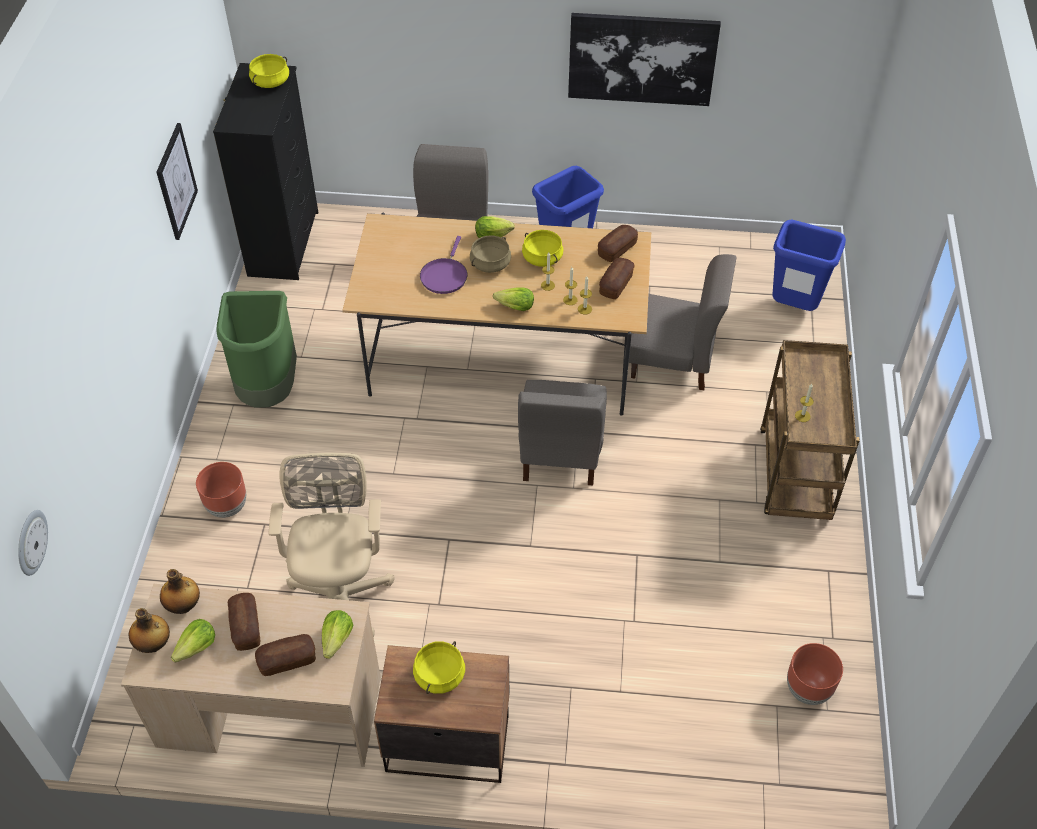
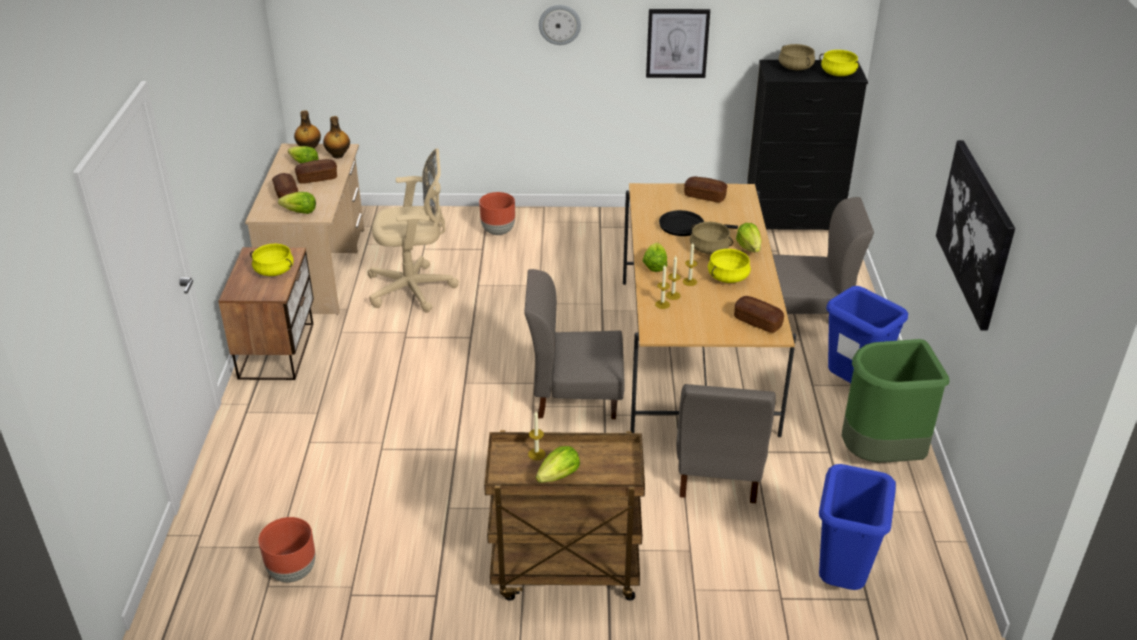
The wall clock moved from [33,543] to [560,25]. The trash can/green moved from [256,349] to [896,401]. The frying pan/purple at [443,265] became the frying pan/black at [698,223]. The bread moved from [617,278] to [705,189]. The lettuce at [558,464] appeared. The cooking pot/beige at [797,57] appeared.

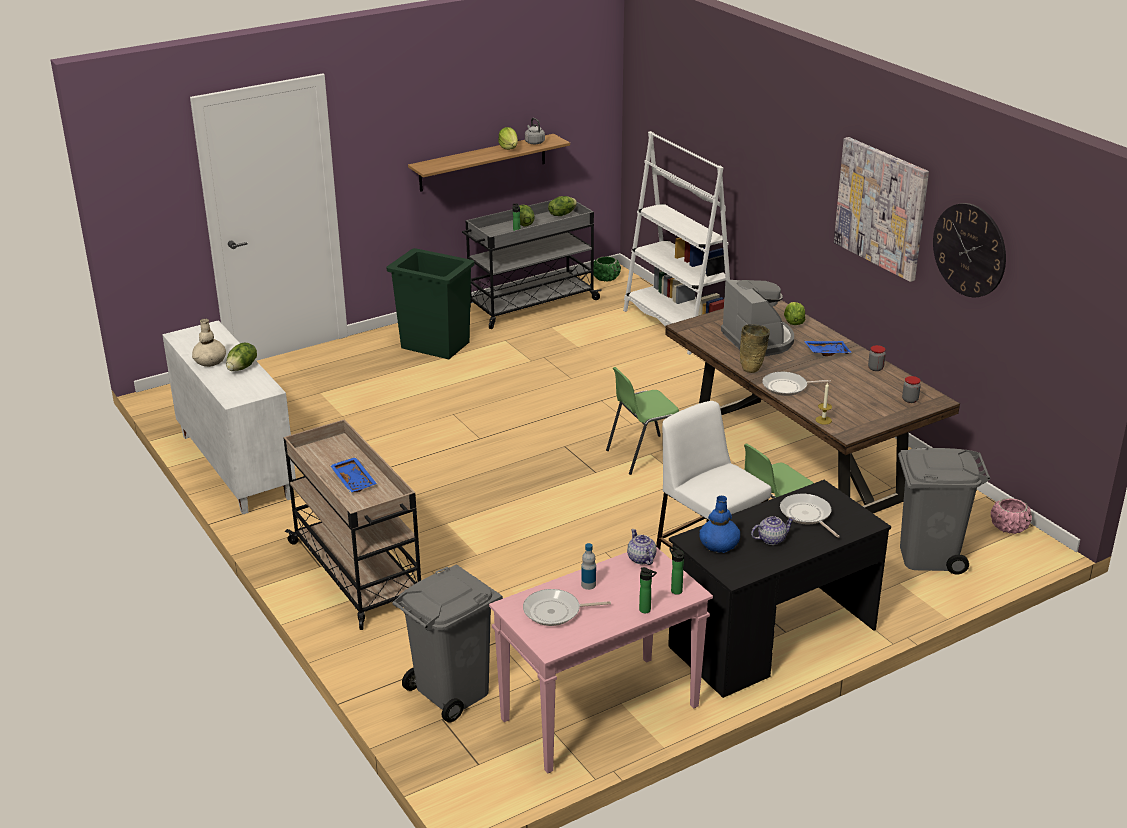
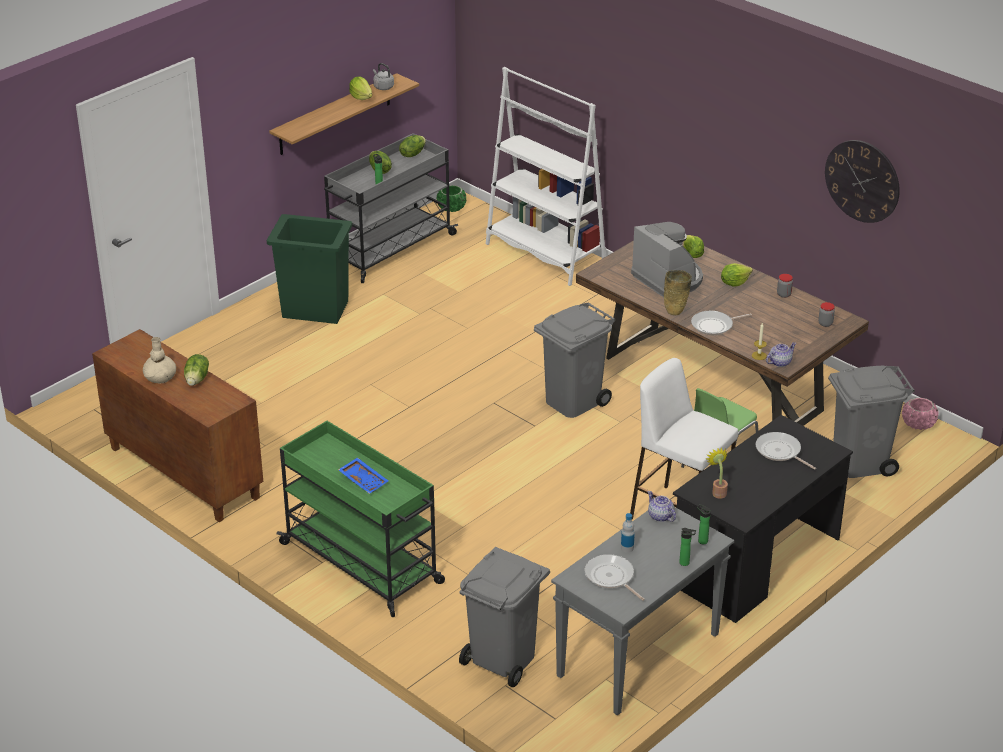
The cabinet/white at [229,417] became the cabinet/brown at [177,425]. The cart/beige at [352,524] became the cart/green at [361,519]. The console table/pink at [601,660] became the console table/grey at [642,611]. The frying pan at [567,607] turned 75 degrees clockwise. The chair/green at [642,421] was replaced by the trash can/grey at [574,360]. The vase/blue at [720,524] was replaced by the potted plant at [716,473]. The teapot moved from [773,530] to [781,354]. The tray/blue at [828,348] was replaced by the lettuce at [737,275]. The picture at [881,209] disappeared.

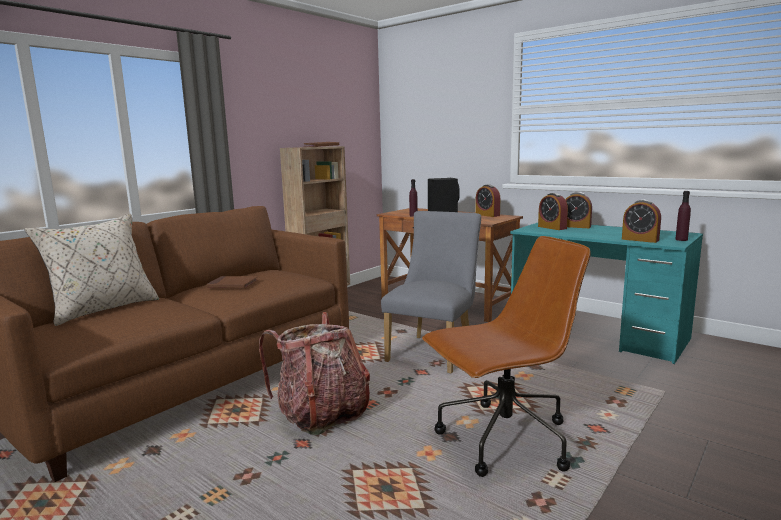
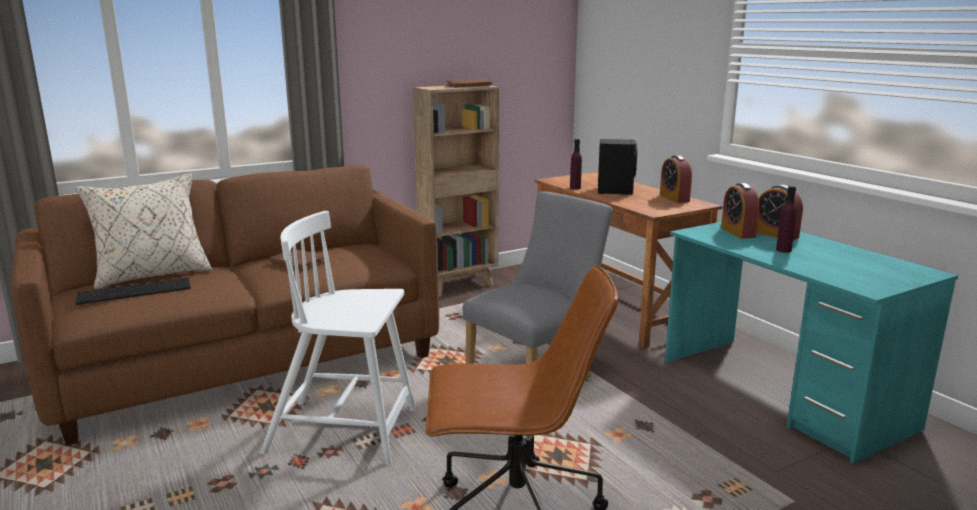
The backpack at [314,373] was replaced by the chair/white at [338,338]. The alarm clock at [641,221] disappeared. The bottle/purple moved from [683,216] to [786,219]. The keyboard at [133,291] appeared.

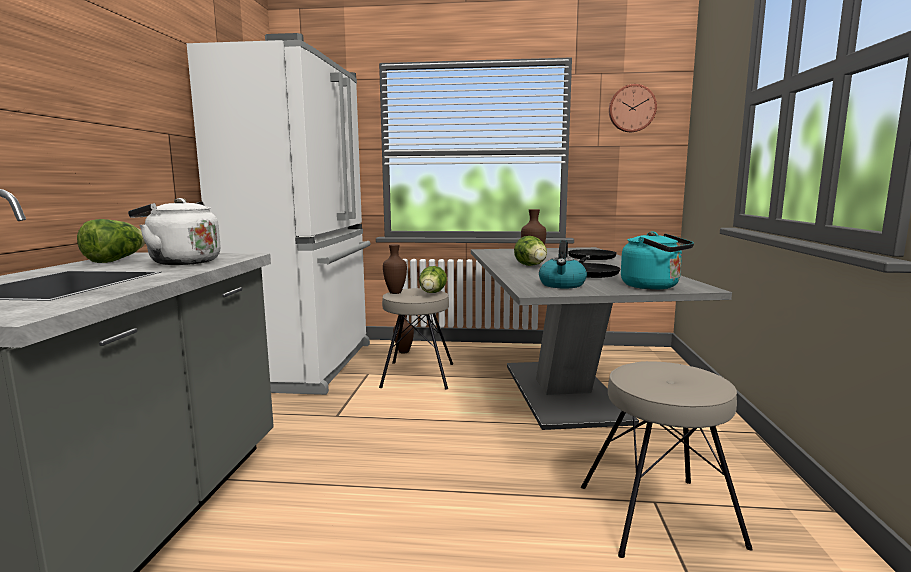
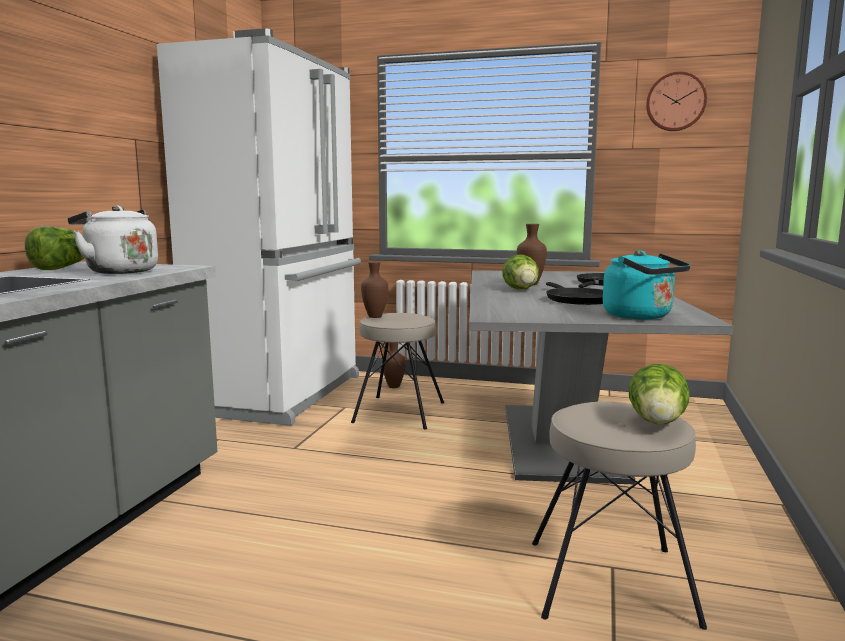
The lettuce moved from [433,279] to [659,394]. The kettle at [563,264] disappeared.

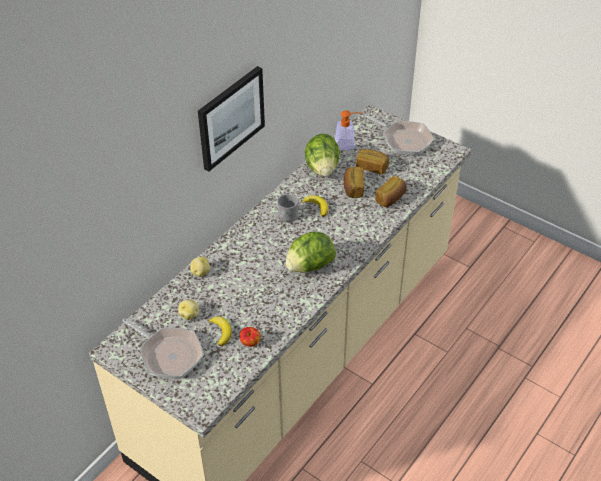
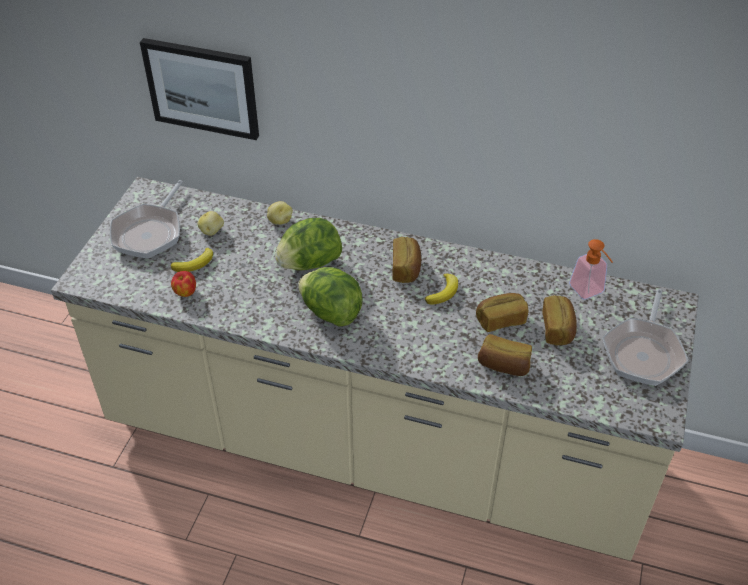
The picture moved from [231,119] to [199,89]. The mug/grey at [287,208] was replaced by the bread at [406,260]. The lettuce moved from [322,155] to [308,244].

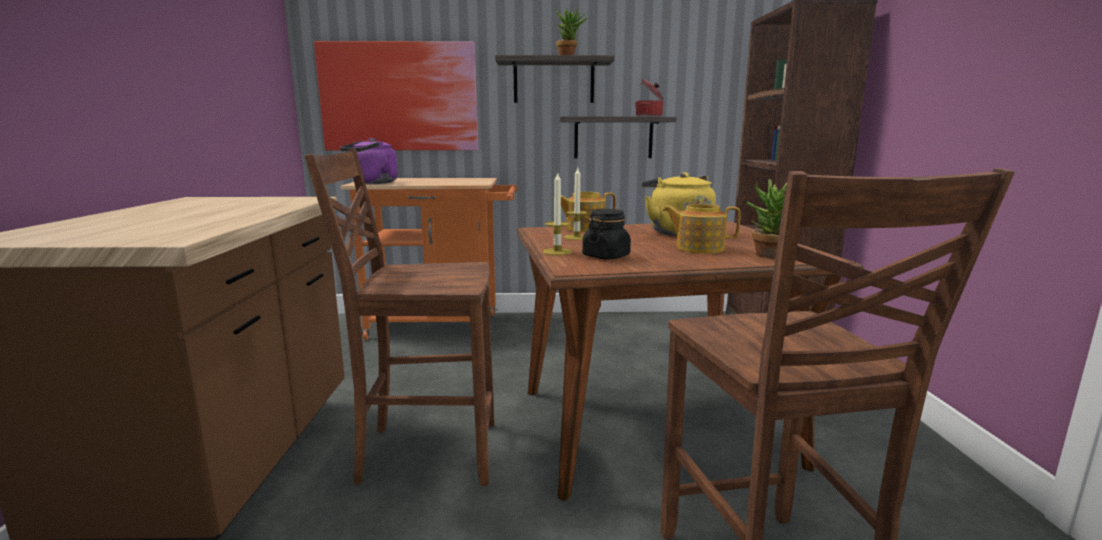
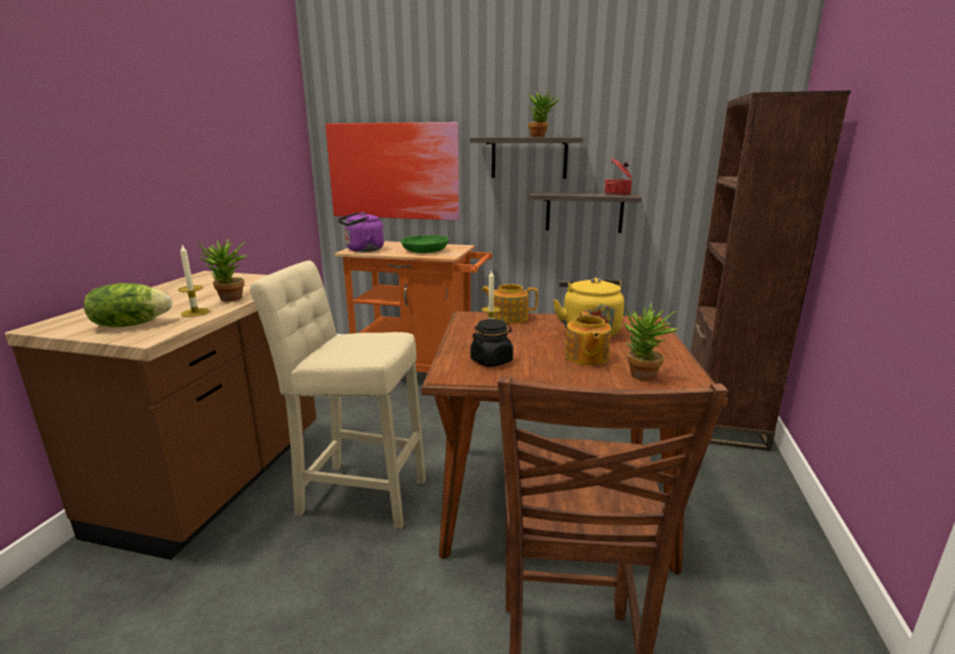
The chair/brown at [399,317] was replaced by the stool/beige at [338,394]. The candle moved from [557,213] to [194,281]. The teapot at [701,228] turned 120 degrees counterclockwise. The lettuce at [128,305] appeared. The potted plant at [223,270] appeared. The bowl/green at [425,244] appeared.

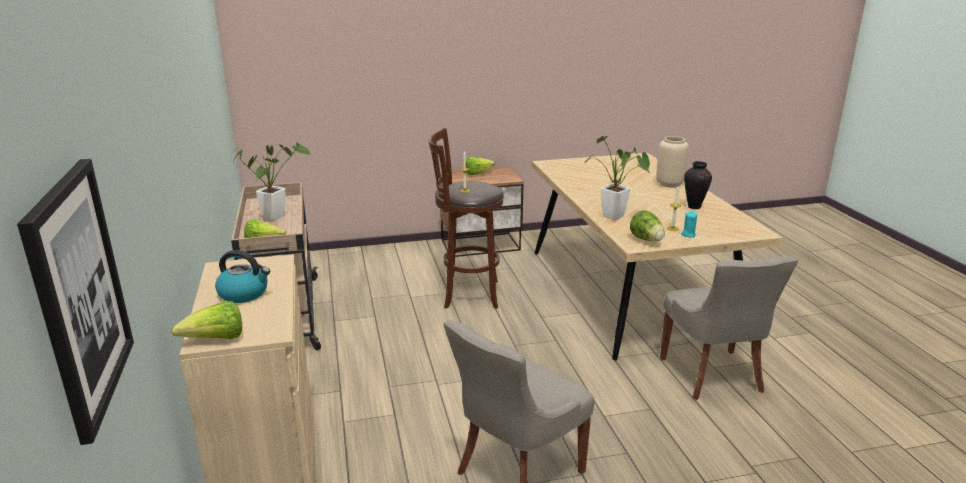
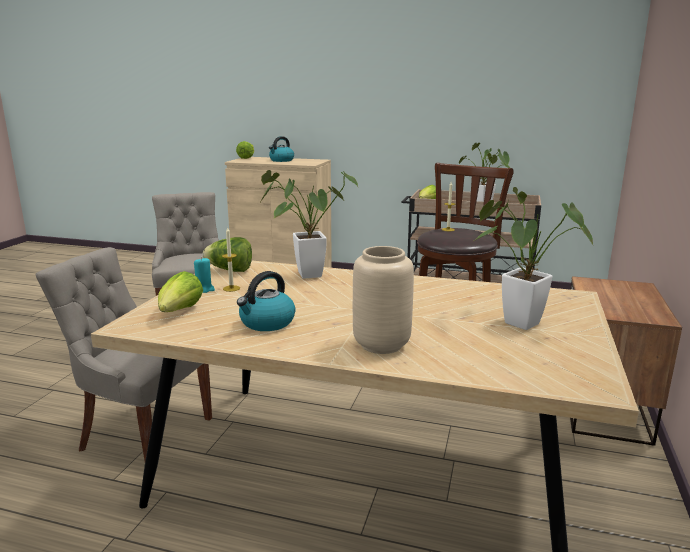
The picture at [75,302] disappeared. The lettuce moved from [480,166] to [180,291]. The vase at [698,185] was replaced by the kettle at [266,301]. The potted plant at [534,258] appeared.

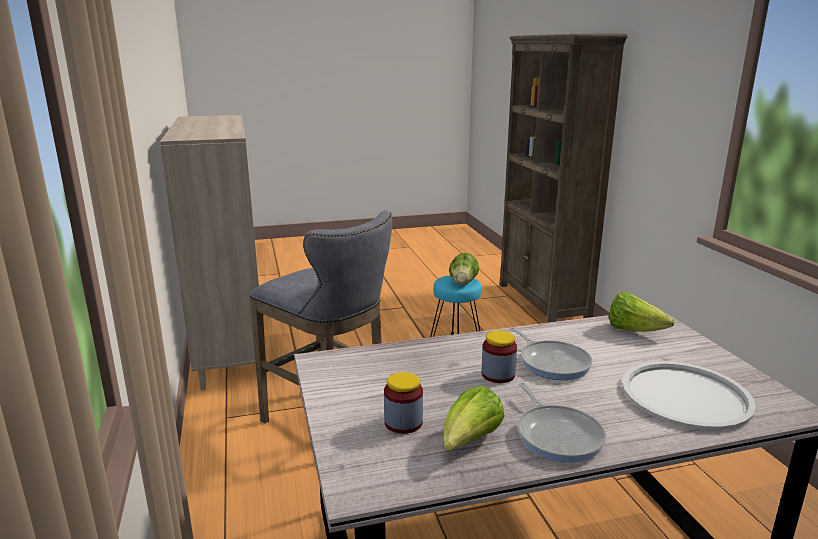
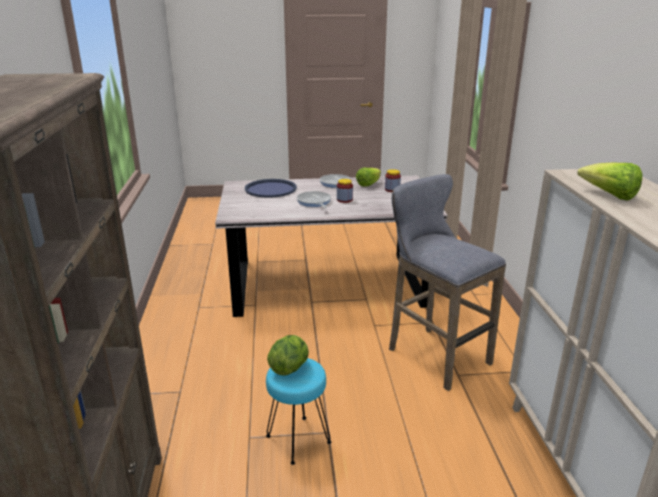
The lettuce moved from [642,312] to [609,181]. The tray/white at [689,395] became the tray/blue at [271,188].

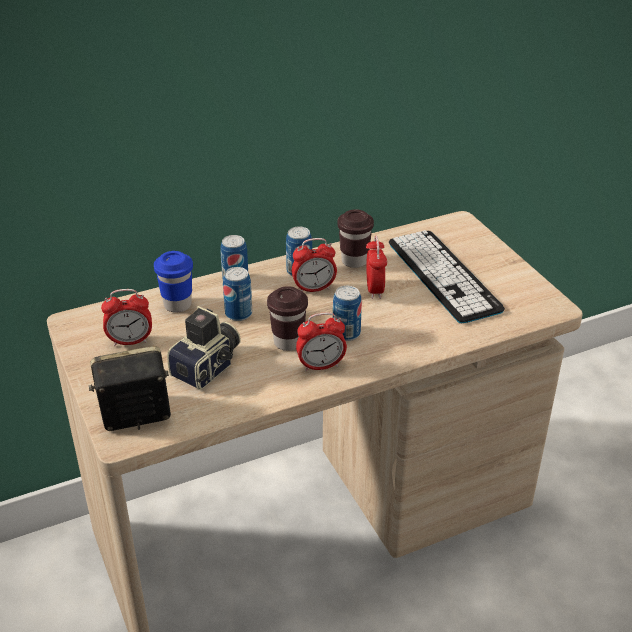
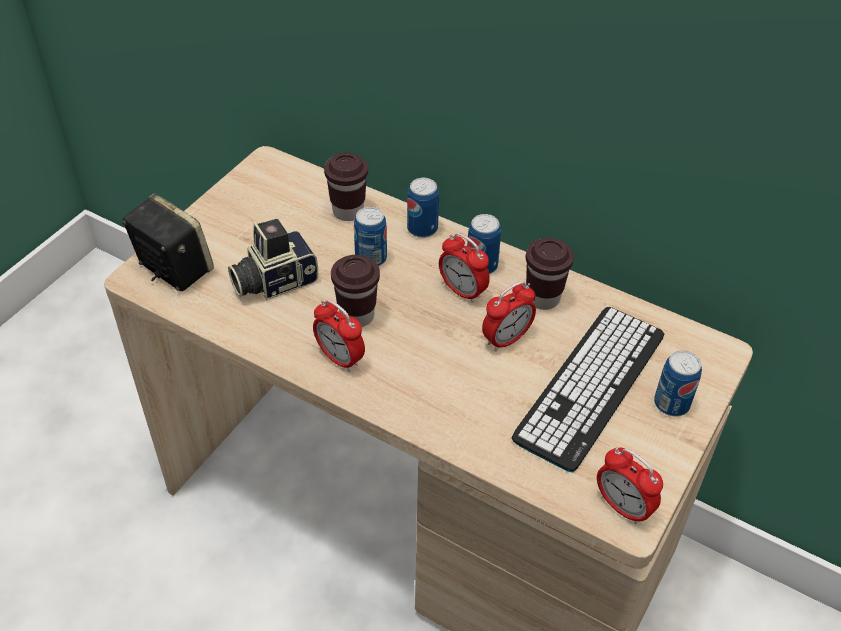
The alarm clock moved from [126,317] to [630,486]. The cup/blue at [173,281] became the cup/brown at [346,186]. The photo camera at [204,348] turned 150 degrees clockwise. The can moved from [347,313] to [678,383].

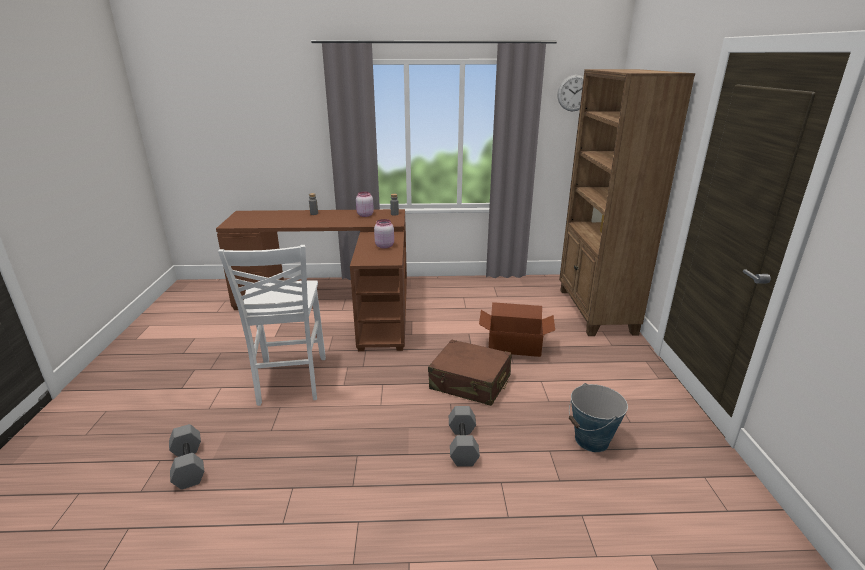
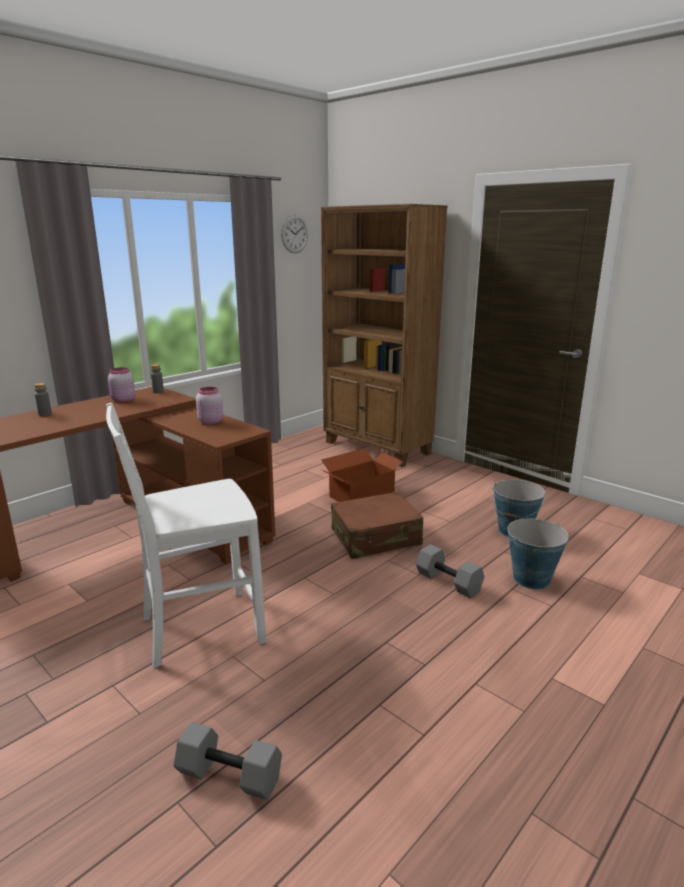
The chair/white at [272,325] turned 120 degrees clockwise. The bucket at [537,554] appeared.

